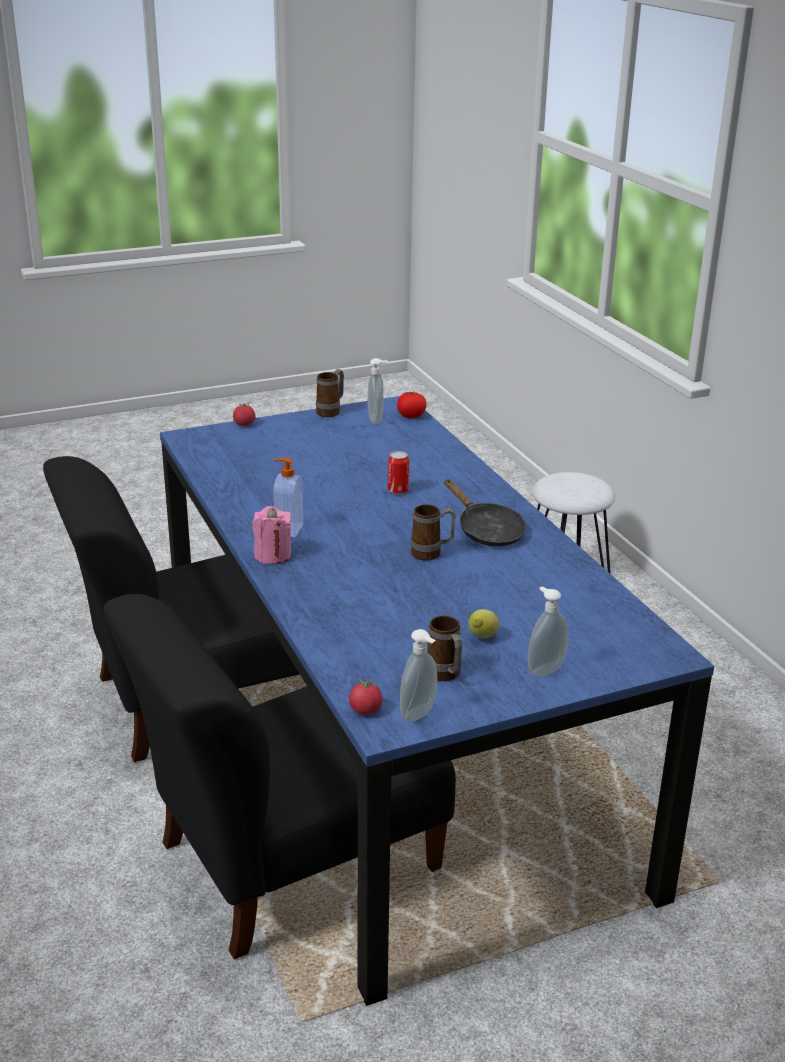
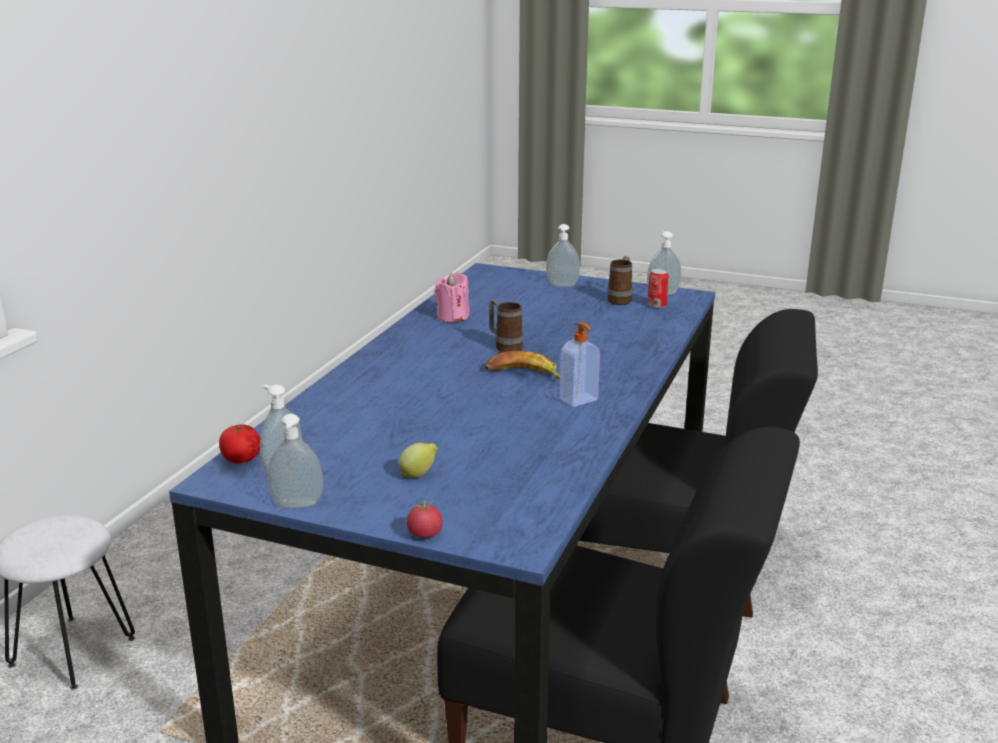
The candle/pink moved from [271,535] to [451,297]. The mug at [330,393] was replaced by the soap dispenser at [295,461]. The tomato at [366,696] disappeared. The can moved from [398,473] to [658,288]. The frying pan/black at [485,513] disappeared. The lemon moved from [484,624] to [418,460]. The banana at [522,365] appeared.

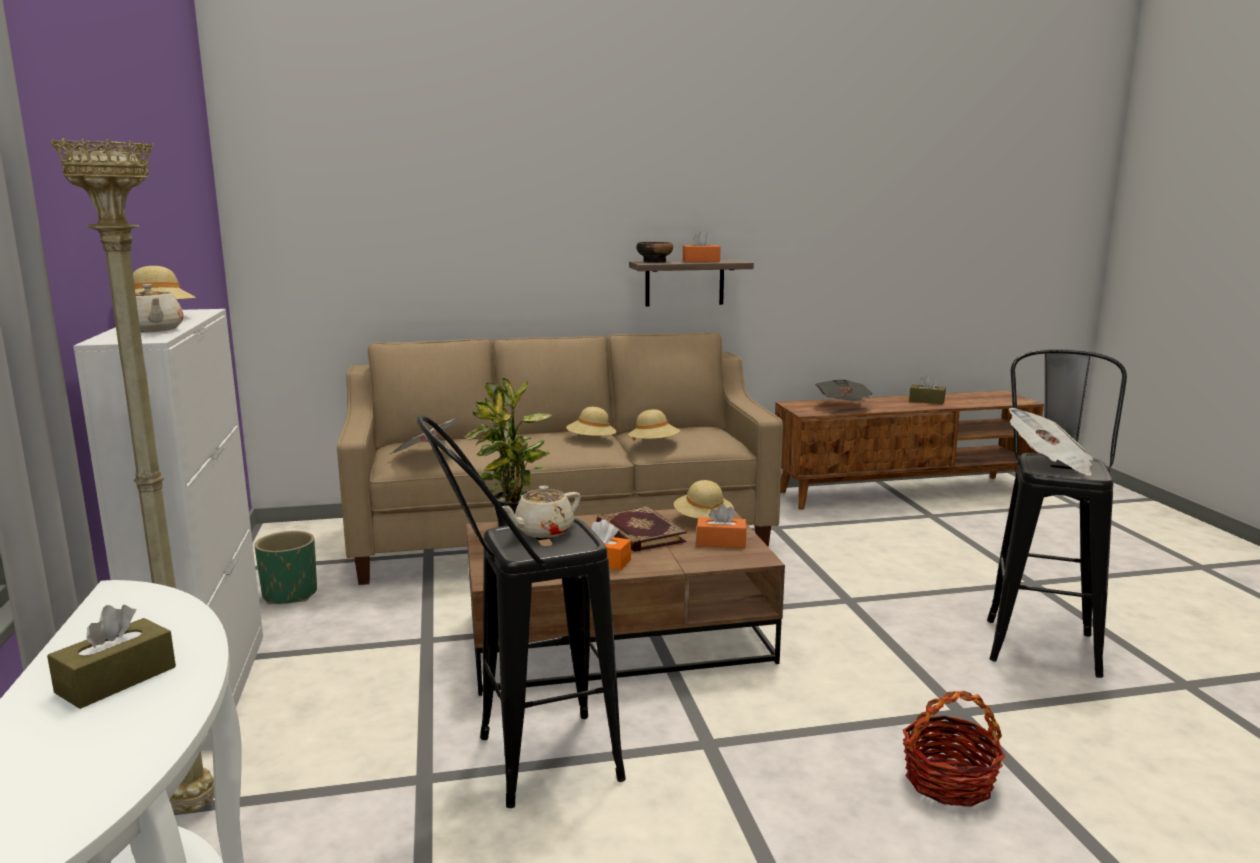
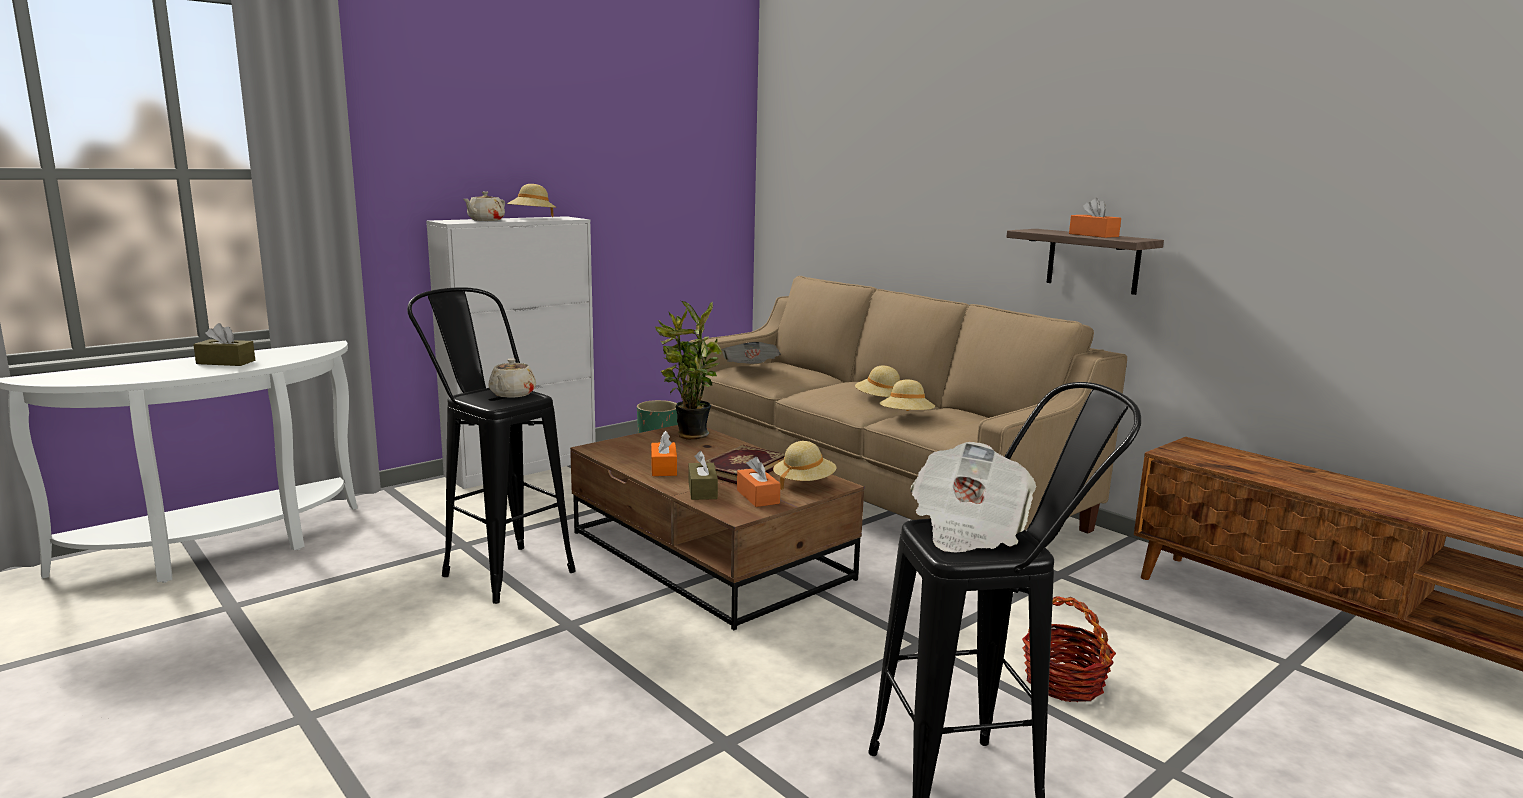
The floor lamp/beige at [132,476] disappeared. The teapot/beige at [541,512] turned 105 degrees counterclockwise. The bowl at [654,252] disappeared. The newspaper at [844,390] disappeared. The basket moved from [954,749] to [1069,649]. The tissue box/brown moved from [927,389] to [703,475].

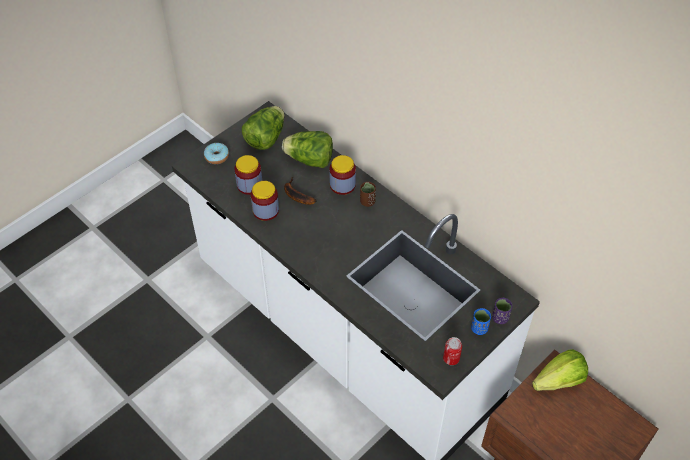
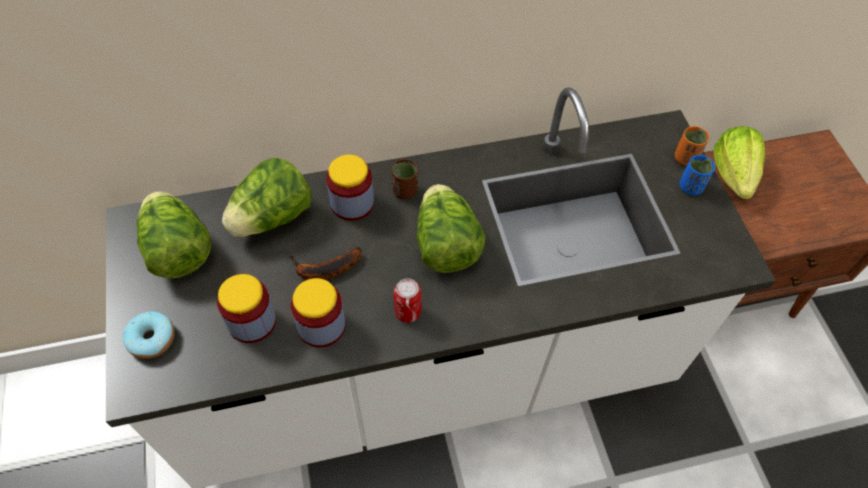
The can moved from [452,351] to [407,300]. The cup/purple at [502,311] became the cup/orange at [692,146]. The lettuce at [451,228] appeared.

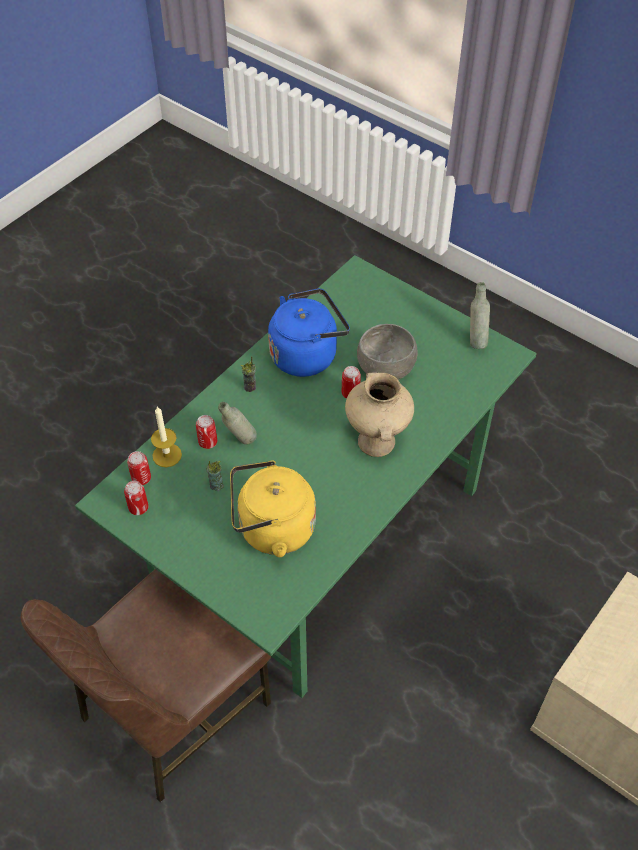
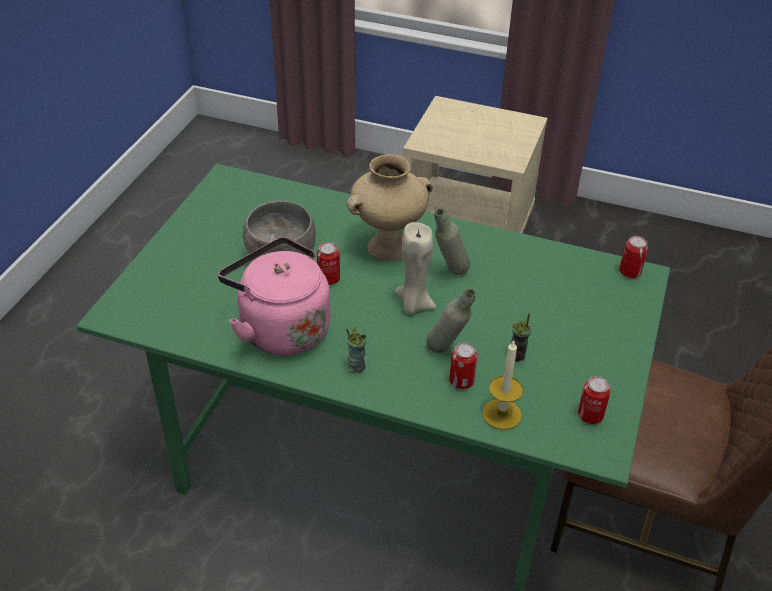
The can moved from [139,468] to [633,257]. The kettle/yellow at [273,508] disappeared. The kettle/blue at [309,332] became the kettle/pink at [274,296]. The bottle/grey moved from [480,315] to [452,242]. The candle/beige at [415,268] appeared.

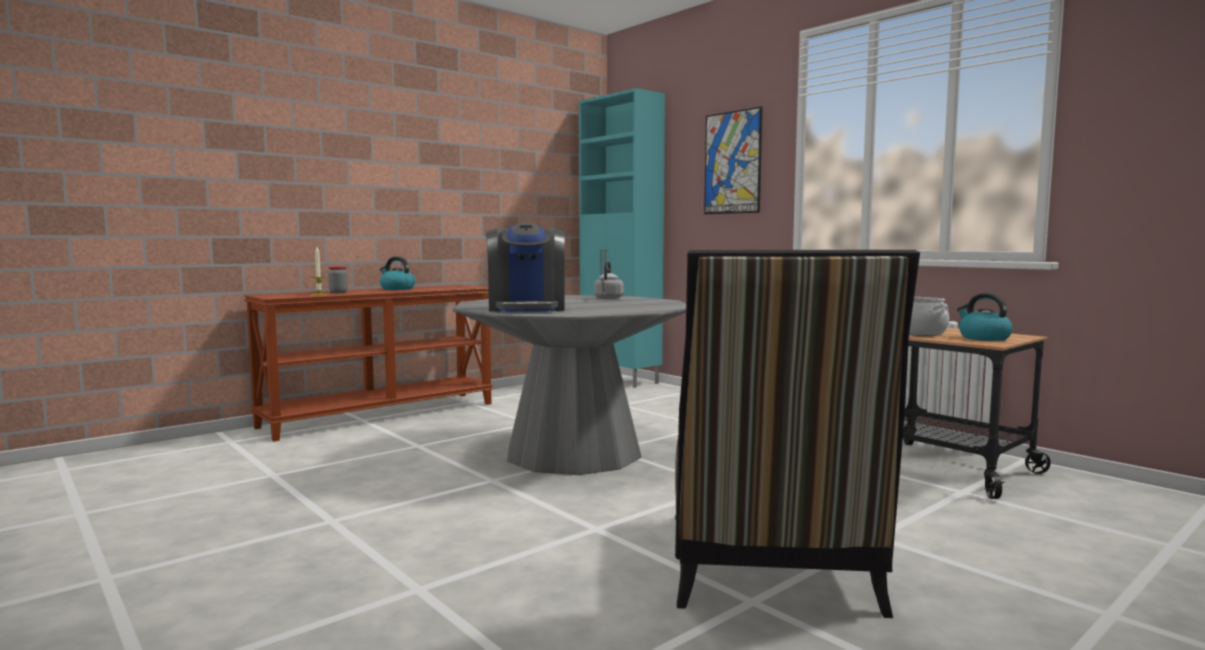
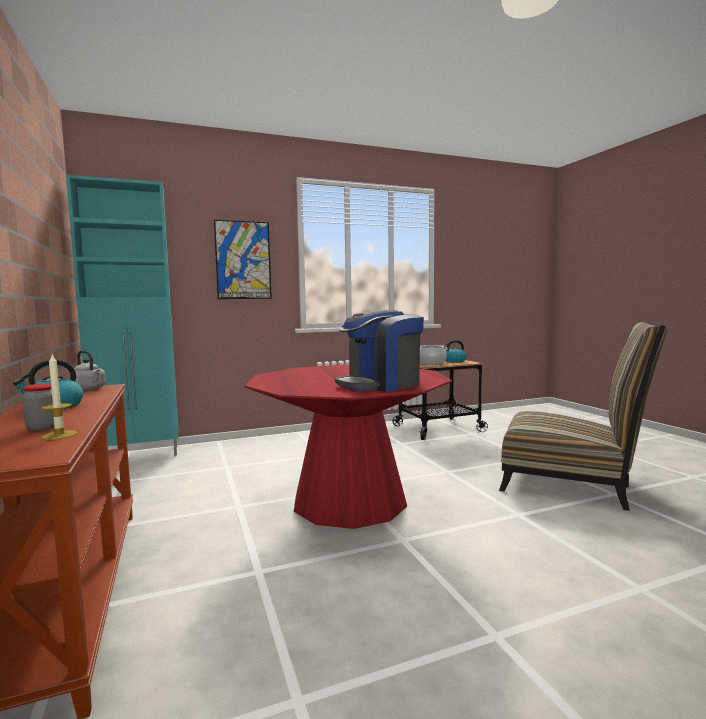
The dining table/grey at [569,385] became the dining table/red at [348,447]. The coffee machine at [525,267] turned 135 degrees clockwise. The kettle/grey moved from [609,280] to [87,370].

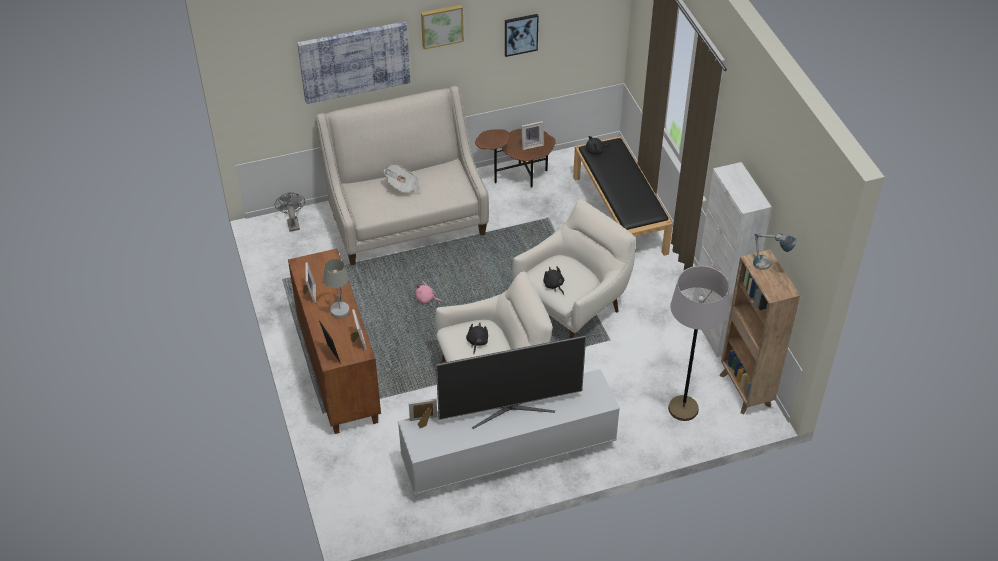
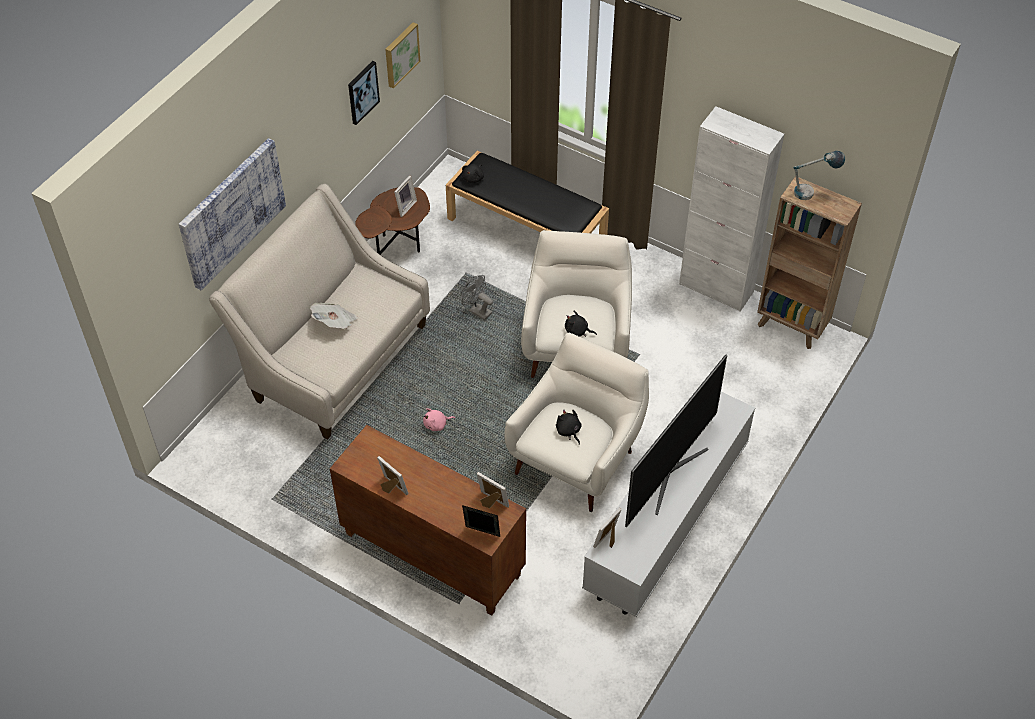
The fan/grey moved from [290,212] to [477,297]. The table lamp/grey at [335,288] disappeared. The picture moved from [442,27] to [402,55]. The floor lamp/grey at [698,343] disappeared.

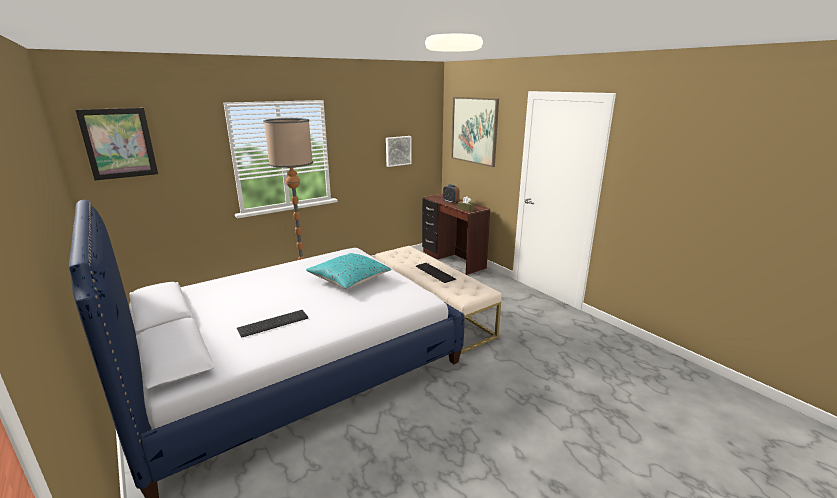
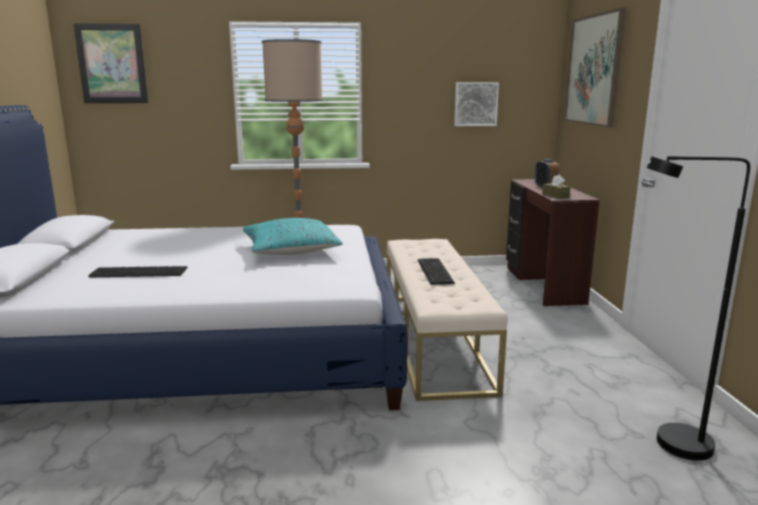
The floor lamp/black at [698,308] appeared.

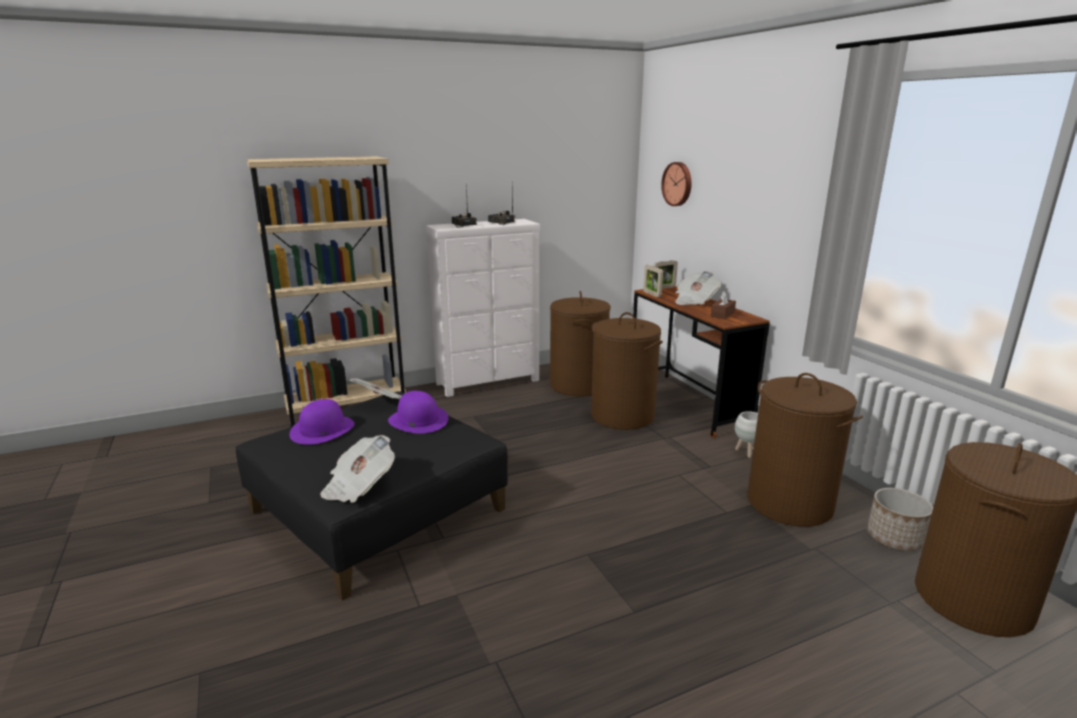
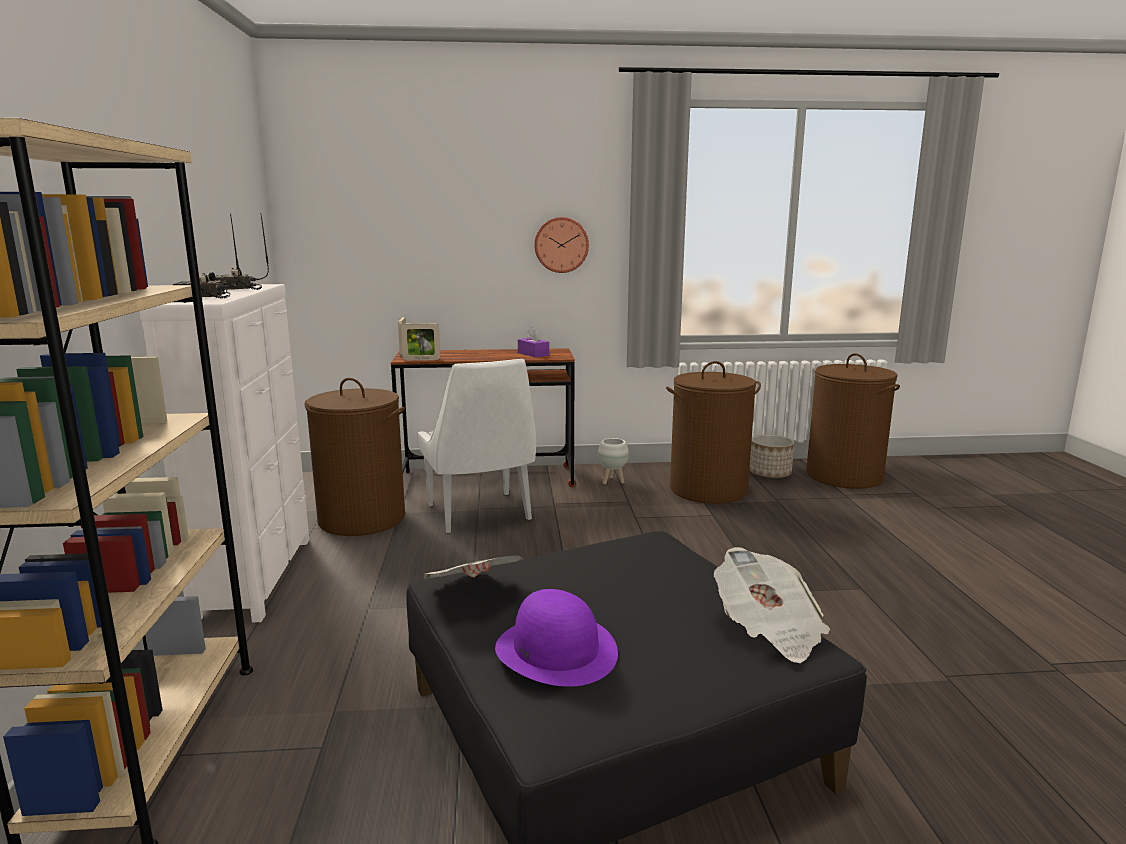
The hat/purple at [418,412] disappeared. The laundry basket/brown at [627,371] was replaced by the chair/white at [477,446]. The wall clock moved from [676,184] to [561,245]. The newspaper at [698,288] disappeared. The tissue box/brown at [723,305] became the tissue box/purple at [533,342].

